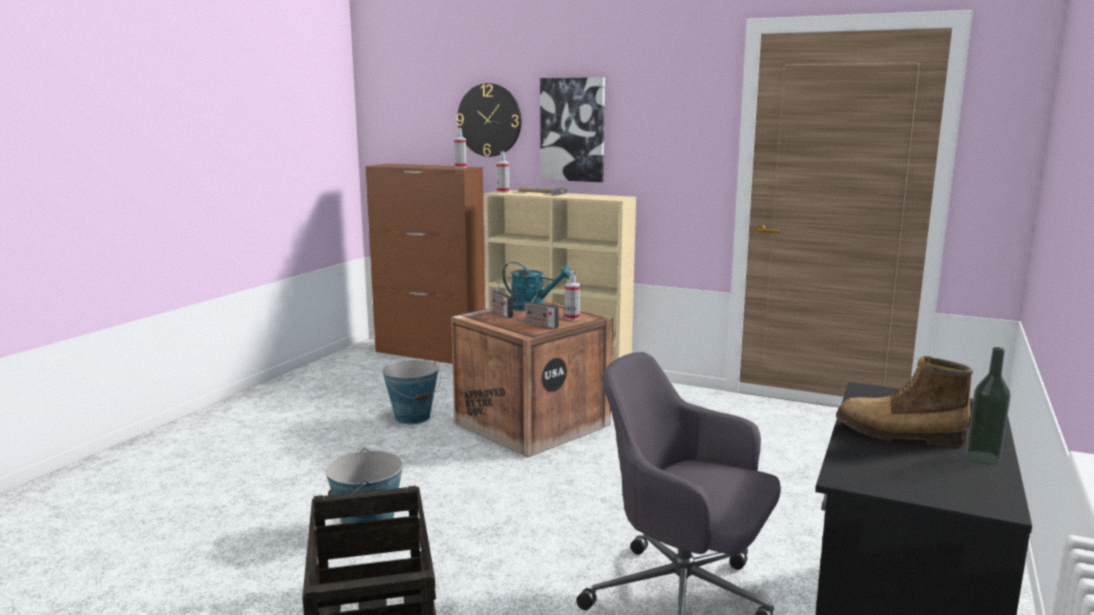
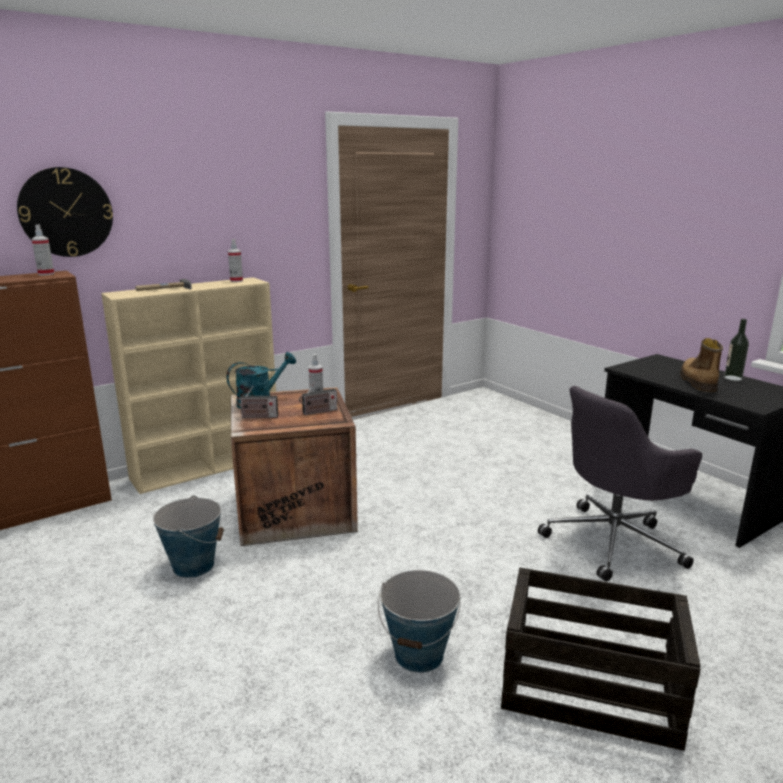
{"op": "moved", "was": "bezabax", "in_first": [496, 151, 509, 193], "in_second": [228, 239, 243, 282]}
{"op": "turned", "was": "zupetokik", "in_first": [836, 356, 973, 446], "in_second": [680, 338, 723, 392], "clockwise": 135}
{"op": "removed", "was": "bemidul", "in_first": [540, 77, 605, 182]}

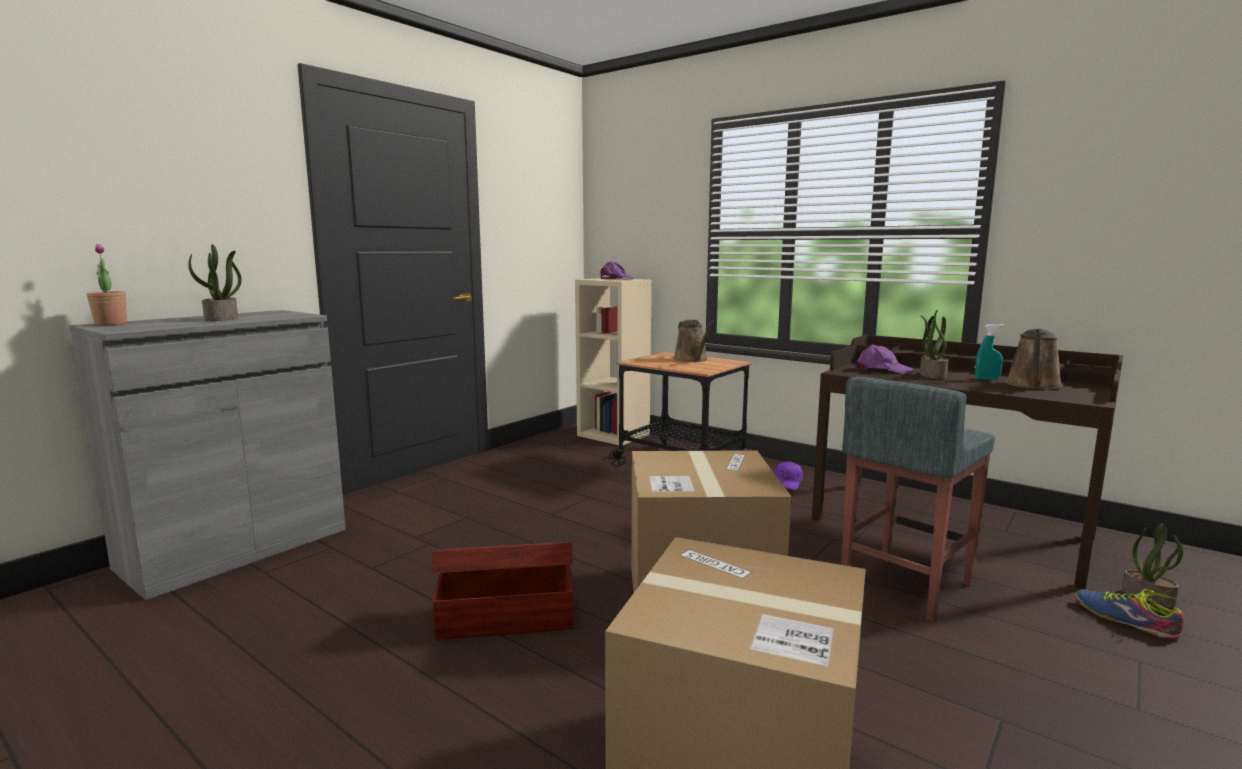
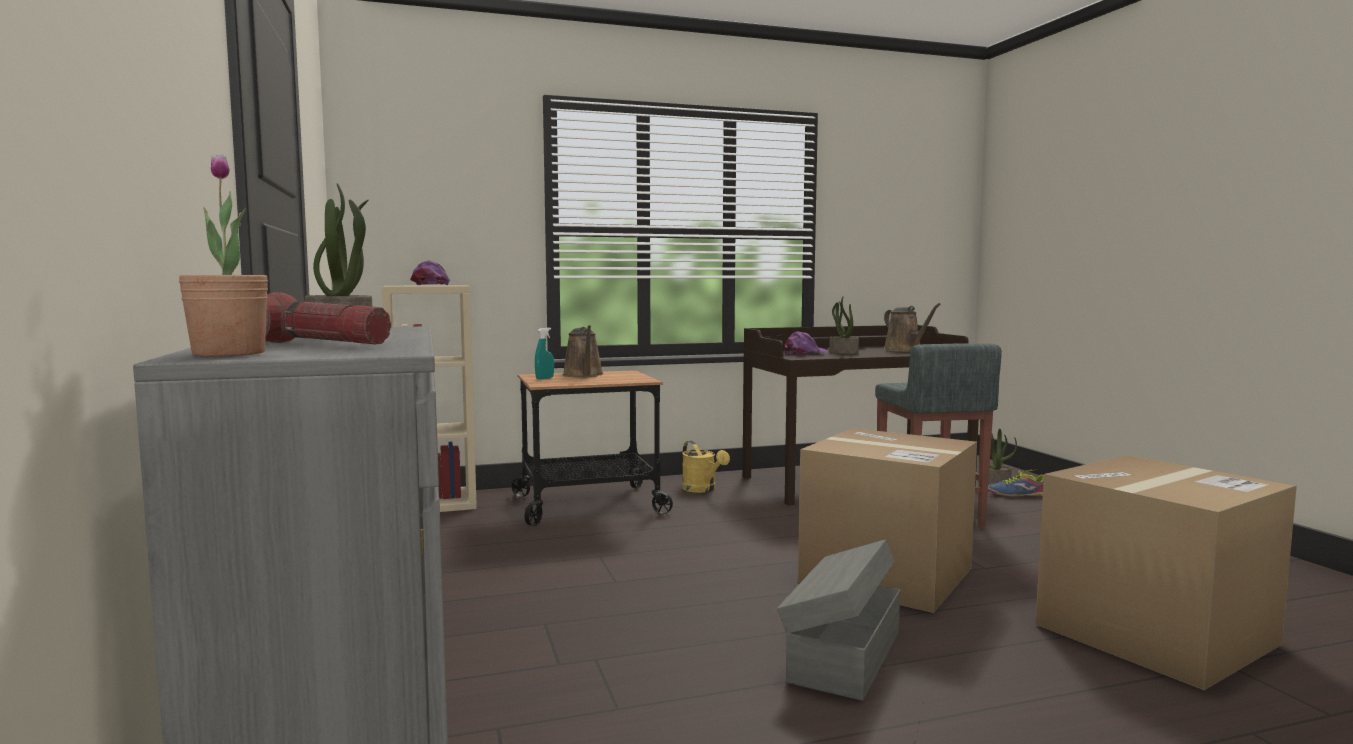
{"op": "added", "now": "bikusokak", "in_second": [265, 292, 391, 344]}
{"op": "moved", "was": "turquoise bezabax", "in_first": [975, 324, 1004, 380], "in_second": [535, 328, 554, 379]}
{"op": "turned", "was": "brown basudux", "in_first": [674, 320, 714, 362], "in_second": [562, 325, 604, 377], "clockwise": 60}
{"op": "replaced", "was": "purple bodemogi", "now": "yellow basudux", "in_first": [774, 461, 803, 490], "in_second": [682, 441, 730, 493]}
{"op": "recoloured", "was": "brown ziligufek", "now": "grey ziligufek", "in_first": [432, 542, 574, 640], "in_second": [777, 539, 900, 701]}

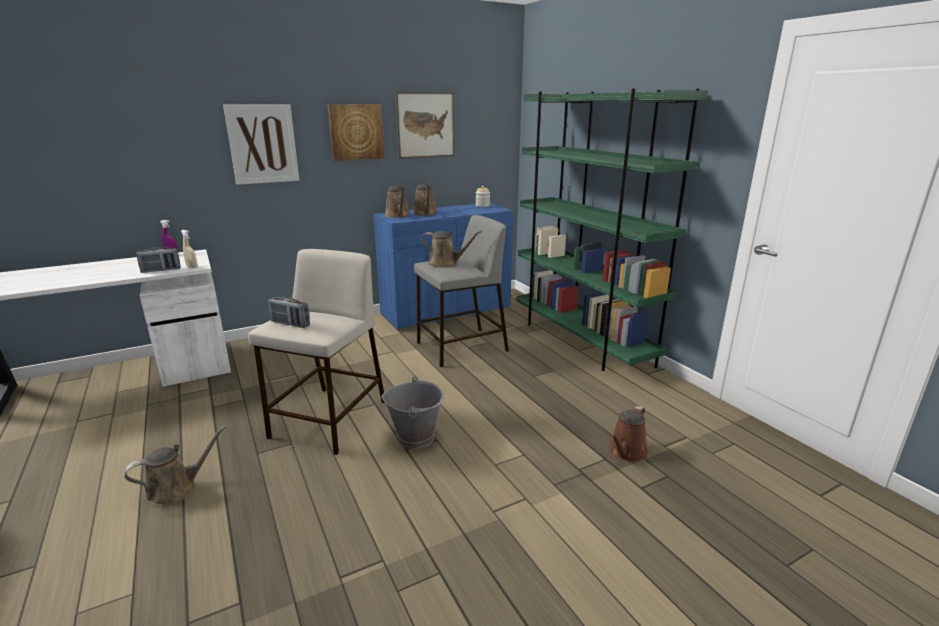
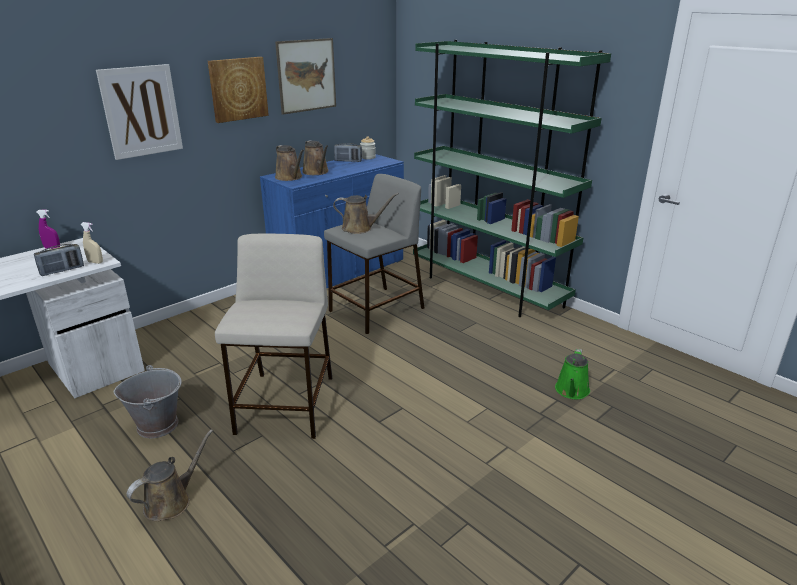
{"op": "moved", "was": "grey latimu", "in_first": [381, 376, 444, 449], "in_second": [113, 365, 182, 438]}
{"op": "moved", "was": "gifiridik", "in_first": [268, 297, 310, 328], "in_second": [334, 143, 362, 162]}
{"op": "recoloured", "was": "brown basudux", "now": "green basudux", "in_first": [609, 406, 648, 462], "in_second": [555, 349, 590, 399]}

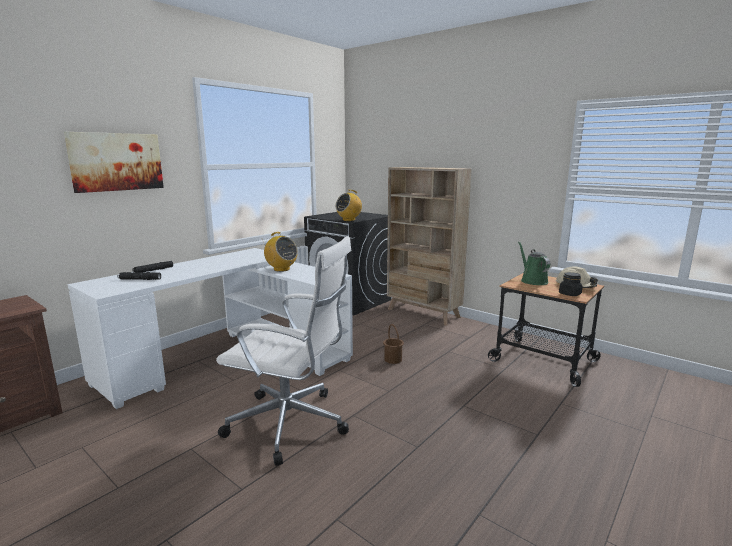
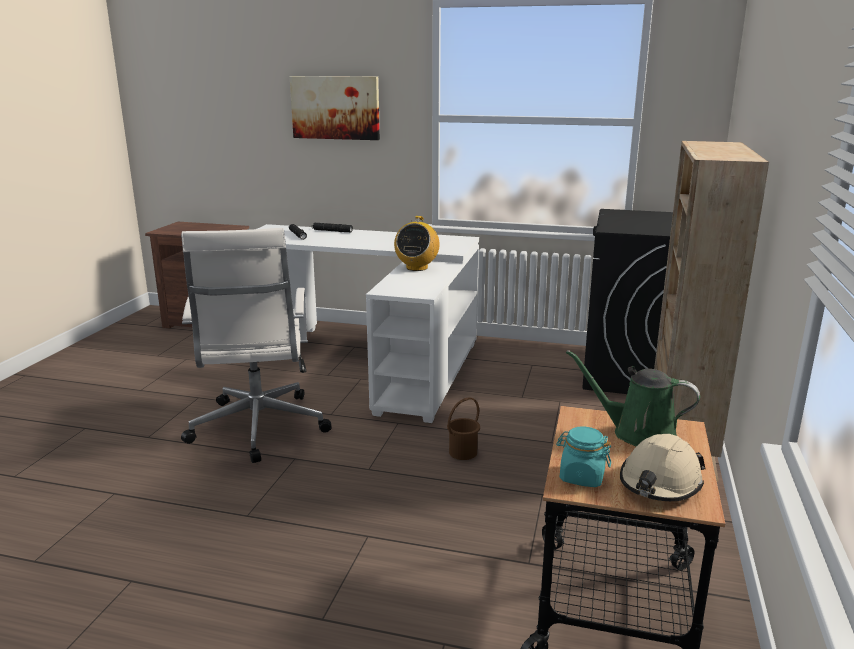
{"op": "recoloured", "was": "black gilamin", "now": "turquoise gilamin", "in_first": [559, 272, 583, 296], "in_second": [556, 426, 611, 487]}
{"op": "turned", "was": "green basudux", "in_first": [518, 241, 550, 285], "in_second": [566, 350, 700, 446], "clockwise": -120}
{"op": "removed", "was": "gifiridik", "in_first": [335, 190, 362, 221]}

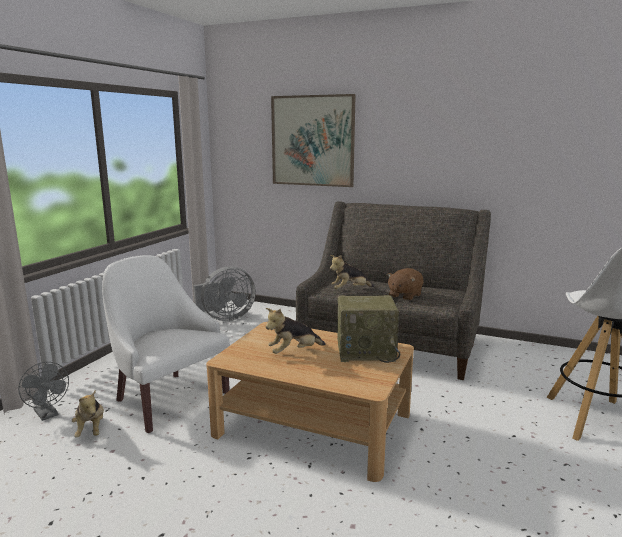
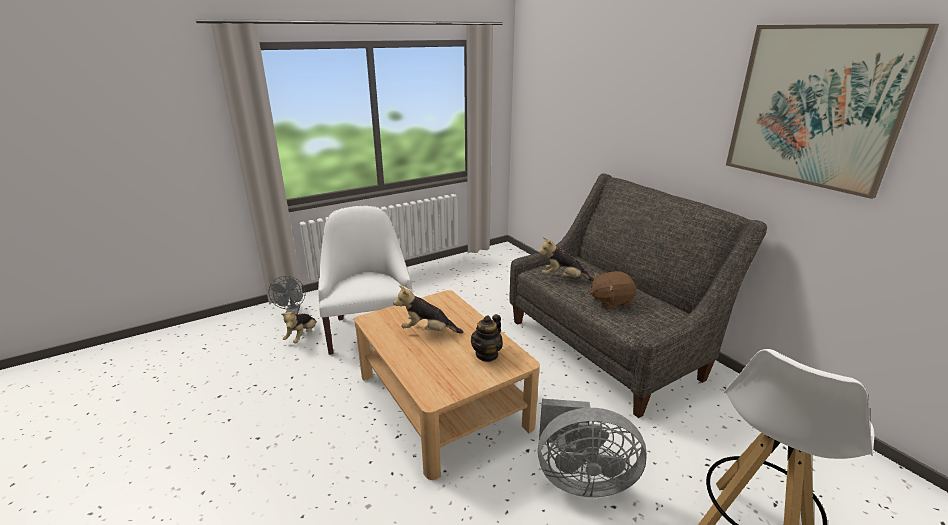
{"op": "replaced", "was": "gifiridik", "now": "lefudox", "in_first": [337, 295, 400, 363], "in_second": [471, 314, 503, 362]}
{"op": "moved", "was": "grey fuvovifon", "in_first": [193, 266, 256, 321], "in_second": [538, 399, 647, 497]}
{"op": "moved", "was": "bemidul", "in_first": [271, 94, 356, 187], "in_second": [726, 24, 939, 199]}

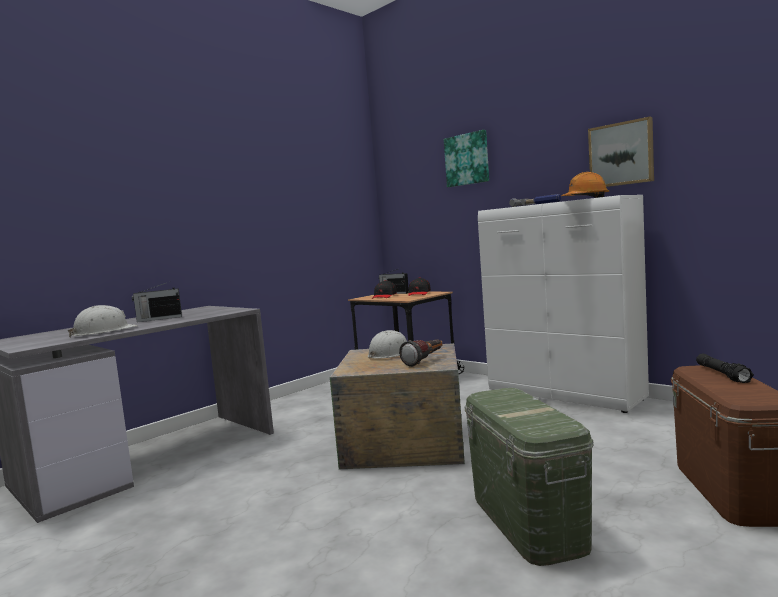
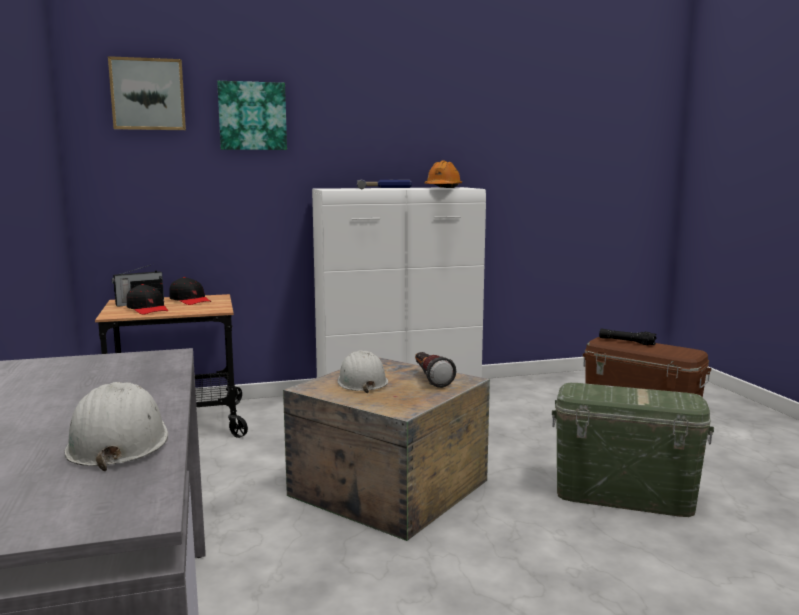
{"op": "moved", "was": "bemidul", "in_first": [588, 117, 654, 187], "in_second": [108, 56, 186, 130]}
{"op": "removed", "was": "gifiridik", "in_first": [132, 283, 182, 322]}

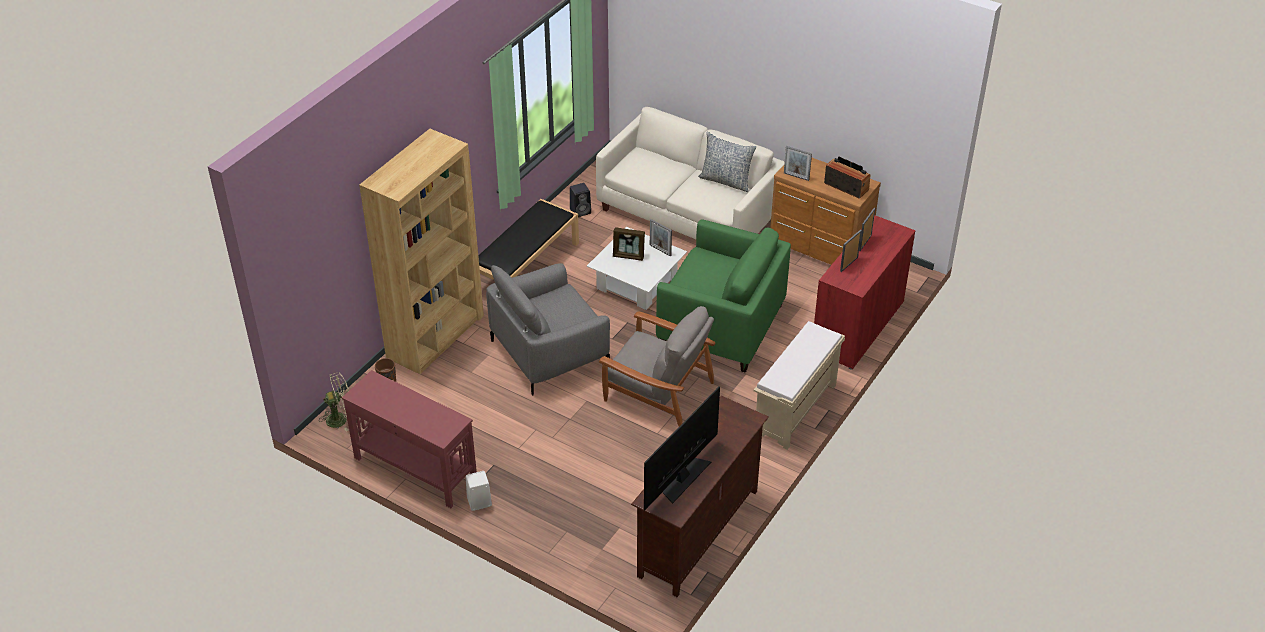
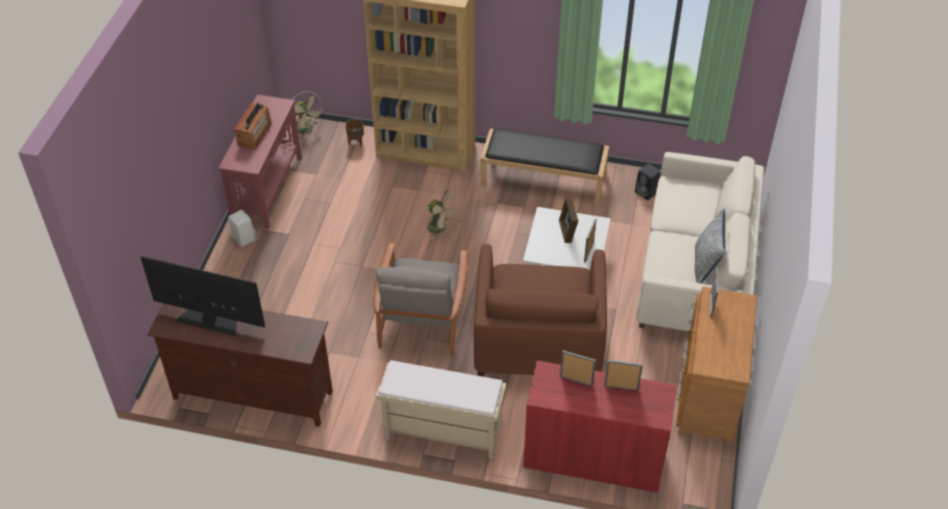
{"op": "moved", "was": "gifiridik", "in_first": [824, 156, 870, 198], "in_second": [234, 102, 272, 150]}
{"op": "replaced", "was": "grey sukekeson", "now": "beige fuvovifon", "in_first": [486, 263, 610, 395], "in_second": [426, 188, 459, 240]}
{"op": "recoloured", "was": "green sukekeson", "now": "brown sukekeson", "in_first": [656, 219, 791, 373], "in_second": [474, 244, 607, 377]}

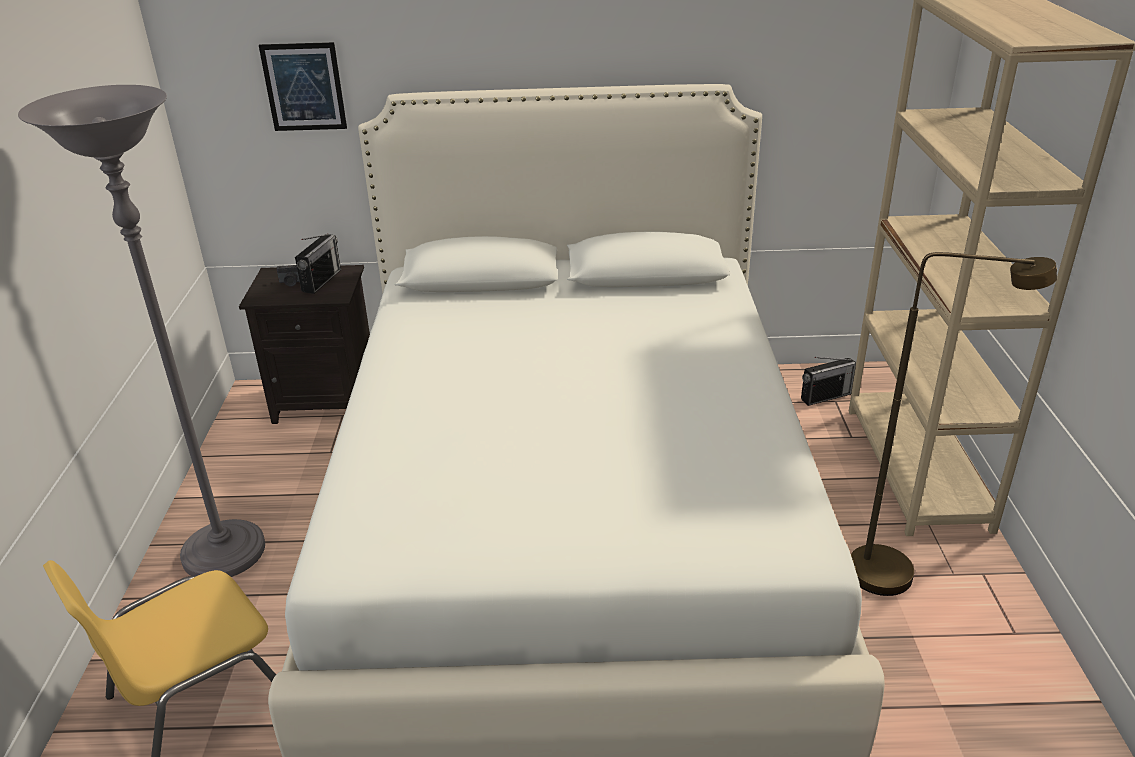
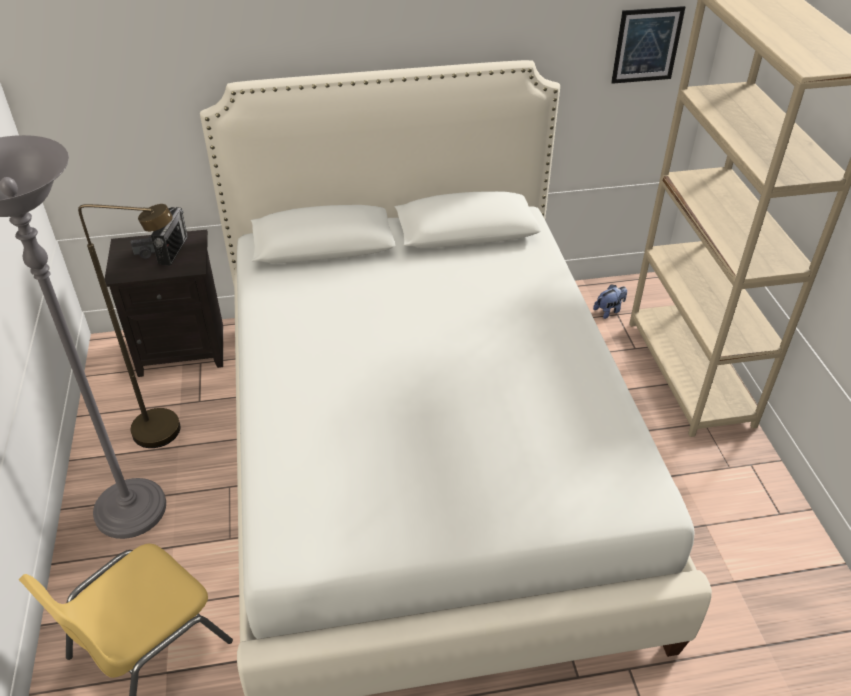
{"op": "moved", "was": "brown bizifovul", "in_first": [851, 252, 1057, 596], "in_second": [78, 204, 180, 448]}
{"op": "replaced", "was": "gifiridik", "now": "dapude", "in_first": [801, 357, 856, 406], "in_second": [593, 284, 627, 319]}
{"op": "moved", "was": "bemidul", "in_first": [259, 42, 347, 131], "in_second": [611, 6, 685, 84]}

